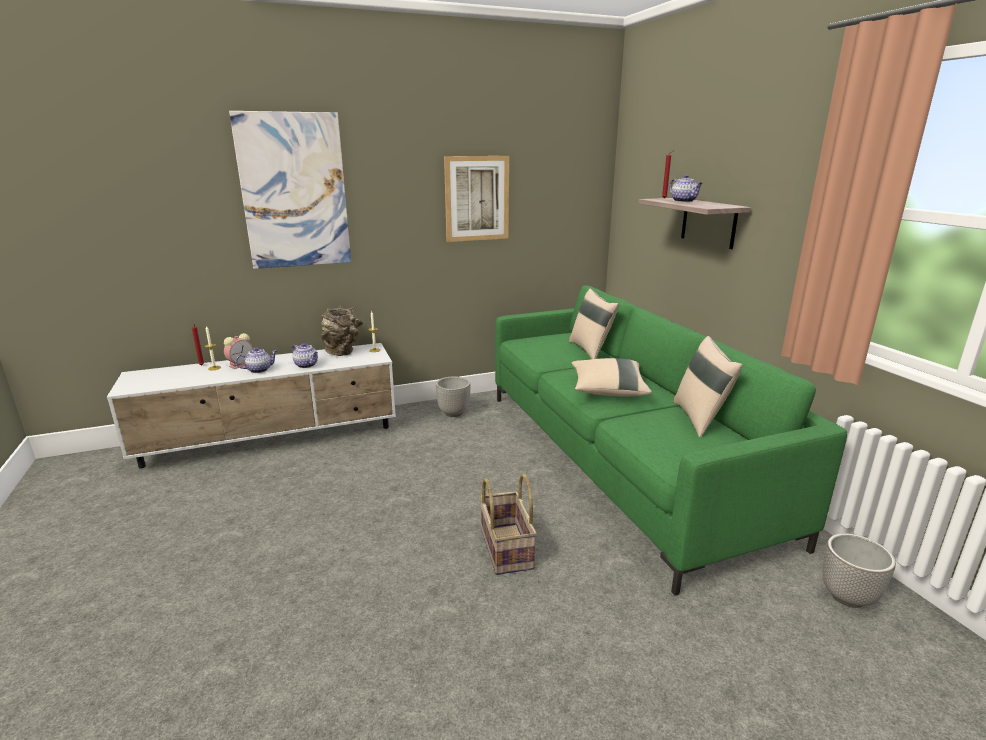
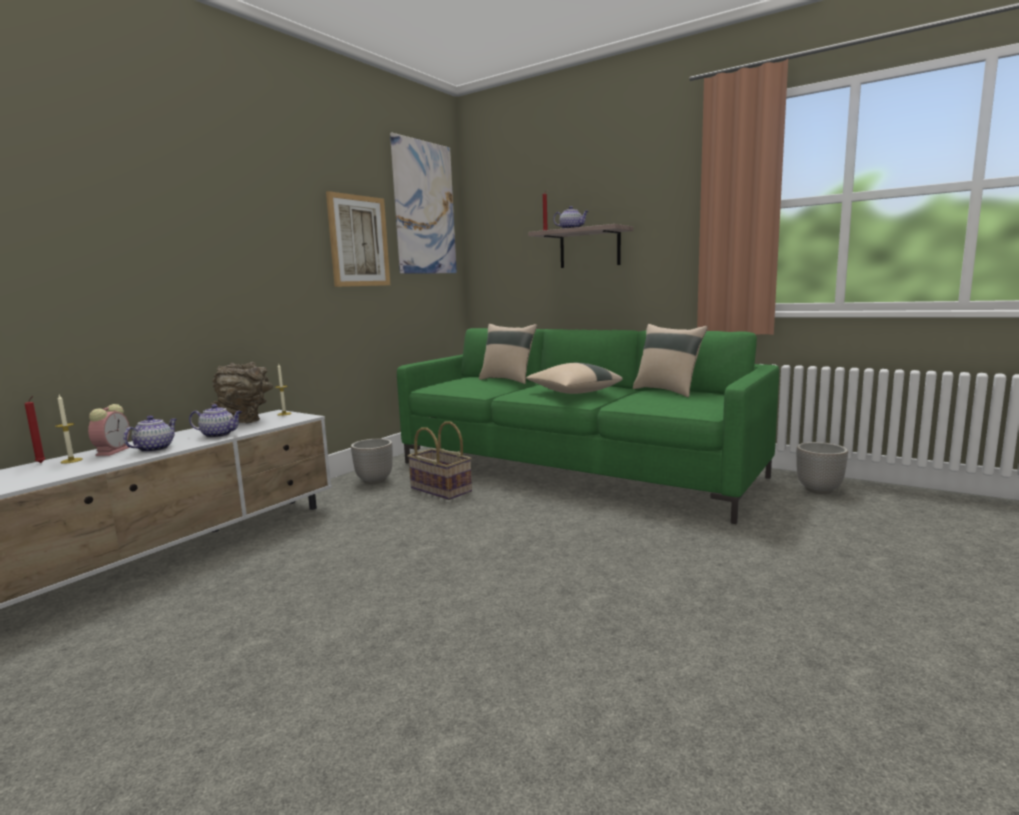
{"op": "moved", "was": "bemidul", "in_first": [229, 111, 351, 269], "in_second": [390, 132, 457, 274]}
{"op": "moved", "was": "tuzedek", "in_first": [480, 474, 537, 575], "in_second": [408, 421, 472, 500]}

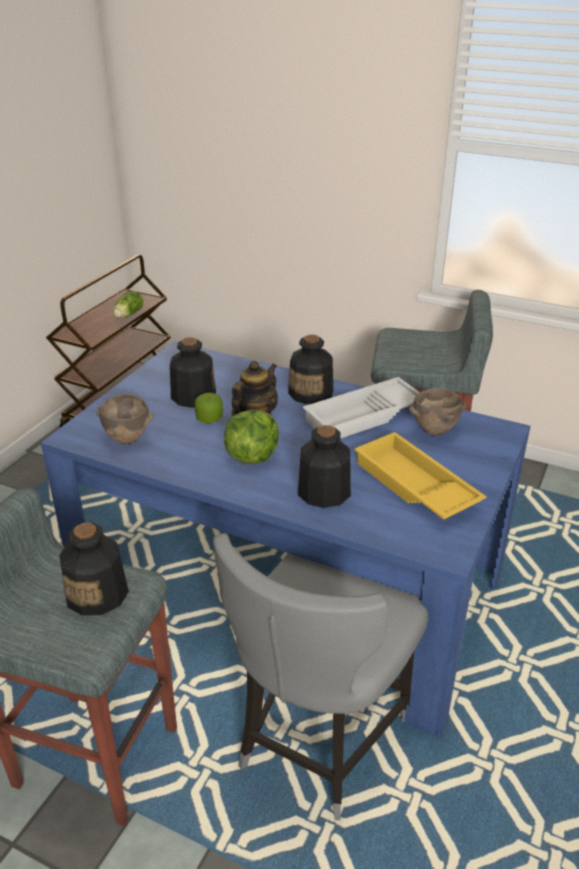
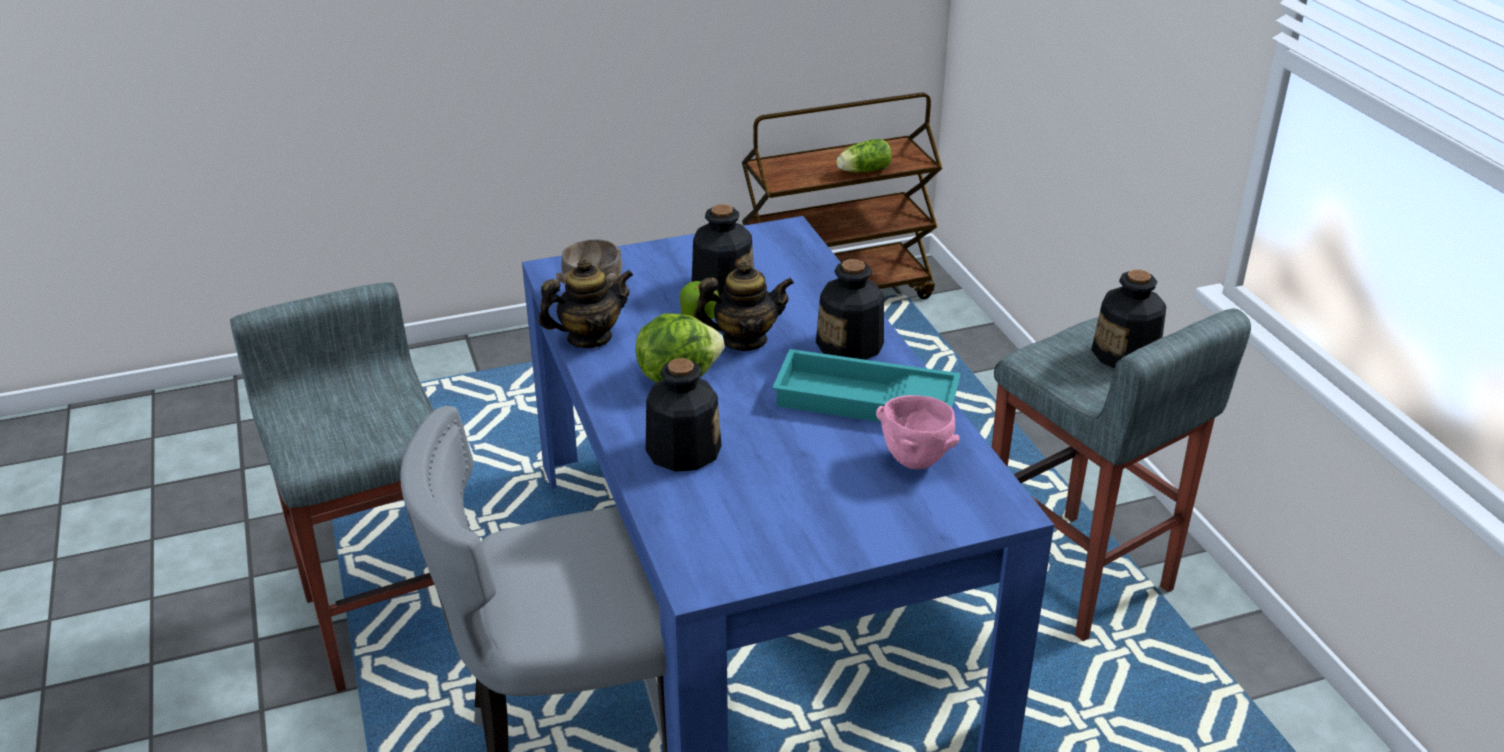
{"op": "added", "now": "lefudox", "in_second": [538, 258, 633, 348]}
{"op": "recoloured", "was": "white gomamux", "now": "turquoise gomamux", "in_first": [303, 377, 420, 438], "in_second": [772, 349, 961, 422]}
{"op": "recoloured", "was": "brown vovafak", "now": "pink vovafak", "in_first": [409, 388, 466, 436], "in_second": [876, 395, 959, 469]}
{"op": "moved", "was": "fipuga", "in_first": [59, 523, 129, 616], "in_second": [1091, 269, 1166, 368]}
{"op": "removed", "was": "yellow gomamux", "in_first": [354, 432, 487, 520]}

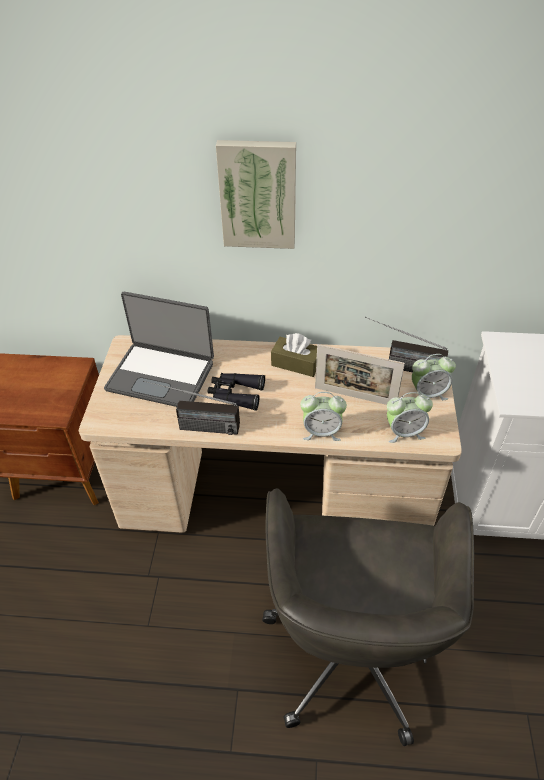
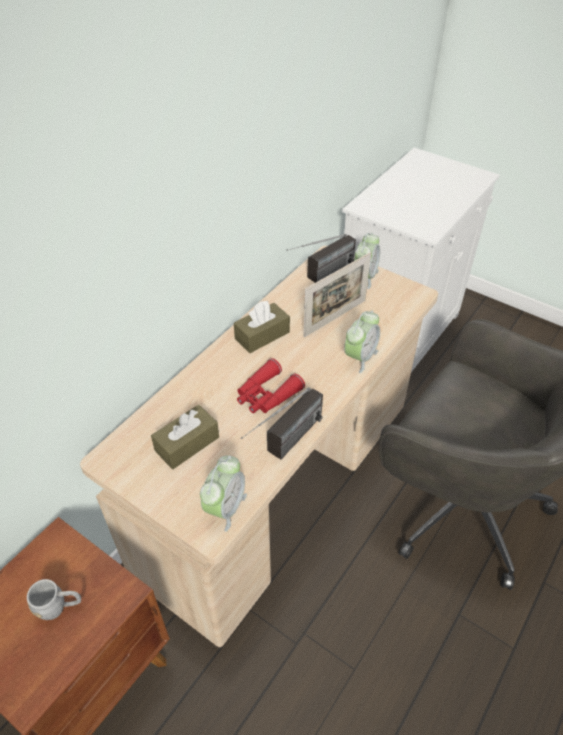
{"op": "added", "now": "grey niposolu", "in_second": [27, 579, 81, 620]}
{"op": "replaced", "was": "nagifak", "now": "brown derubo", "in_first": [104, 292, 214, 407], "in_second": [151, 405, 219, 469]}
{"op": "moved", "was": "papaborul", "in_first": [387, 392, 433, 443], "in_second": [200, 456, 247, 532]}
{"op": "recoloured", "was": "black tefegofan", "now": "red tefegofan", "in_first": [208, 373, 265, 411], "in_second": [237, 358, 305, 413]}
{"op": "removed", "was": "bemidul", "in_first": [216, 140, 296, 249]}

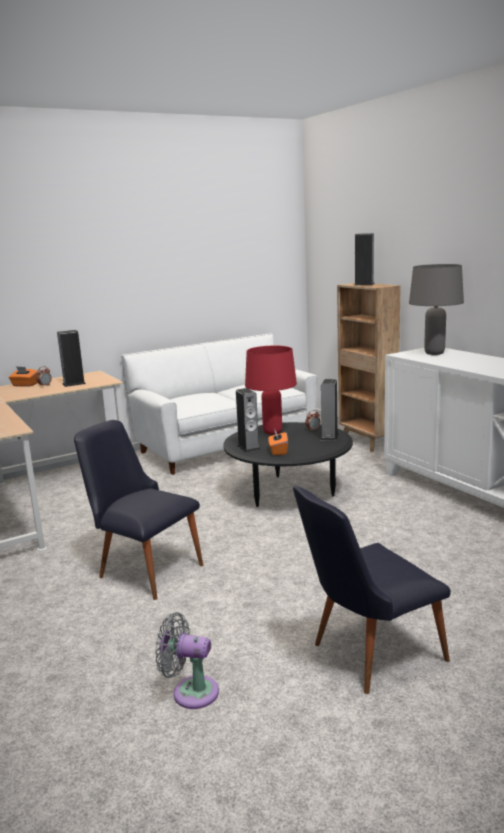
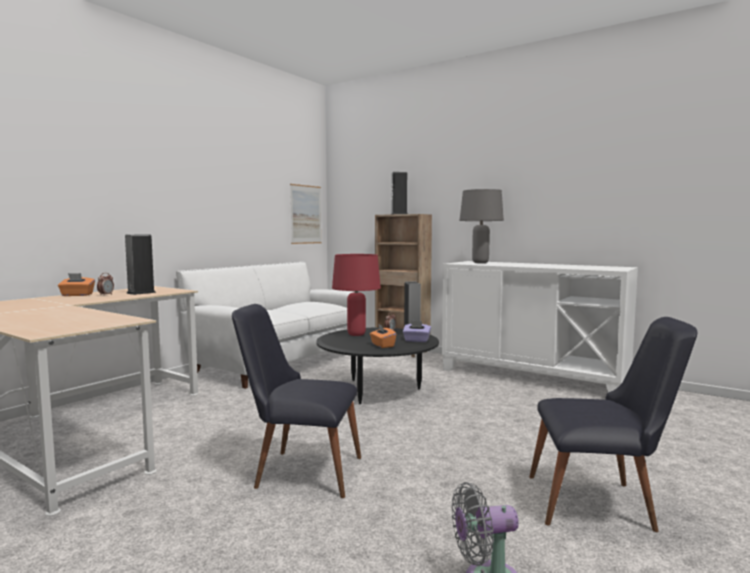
{"op": "added", "now": "bemidul", "in_second": [290, 184, 322, 244]}
{"op": "added", "now": "purple derubo", "in_second": [403, 321, 431, 342]}
{"op": "turned", "was": "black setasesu", "in_first": [293, 486, 451, 694], "in_second": [529, 317, 697, 532], "clockwise": -120}
{"op": "removed", "was": "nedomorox", "in_first": [236, 388, 260, 453]}

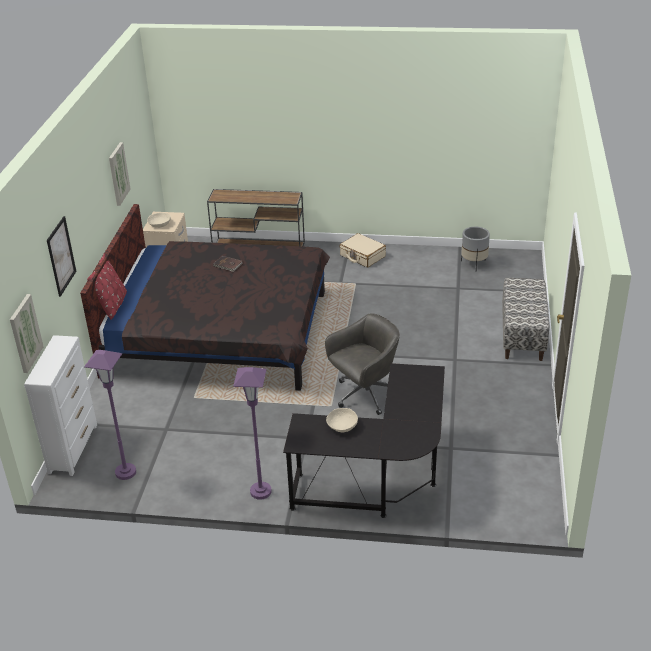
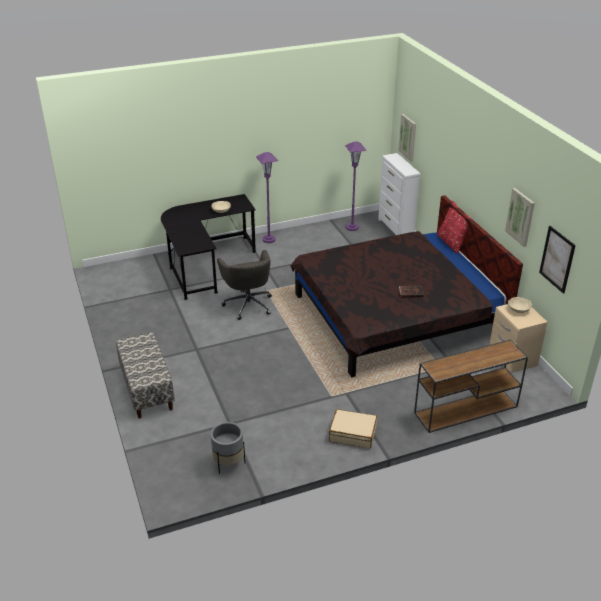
{"op": "turned", "was": "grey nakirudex", "in_first": [325, 313, 400, 415], "in_second": [217, 250, 272, 320], "clockwise": -45}
{"op": "moved", "was": "bemidul", "in_first": [47, 216, 76, 297], "in_second": [539, 226, 576, 294]}

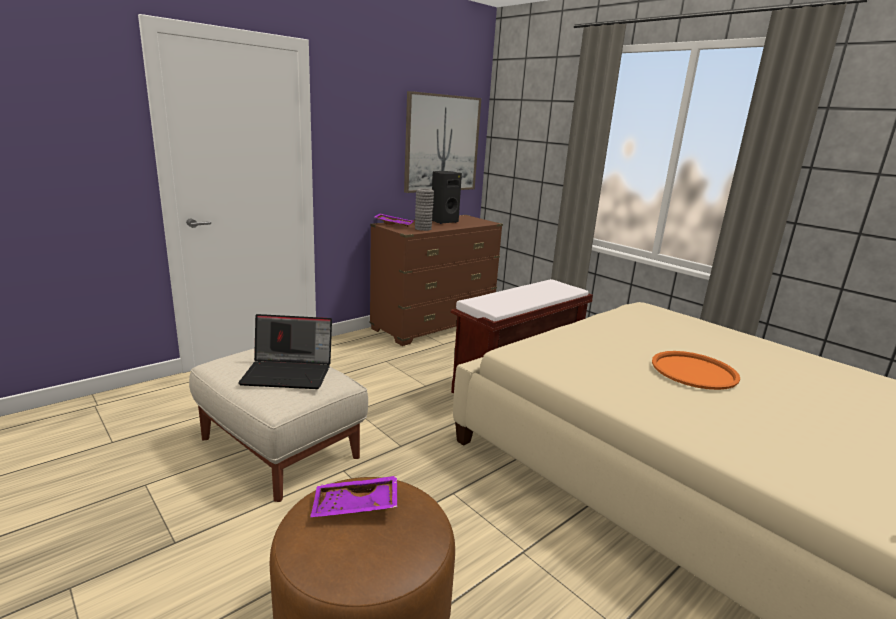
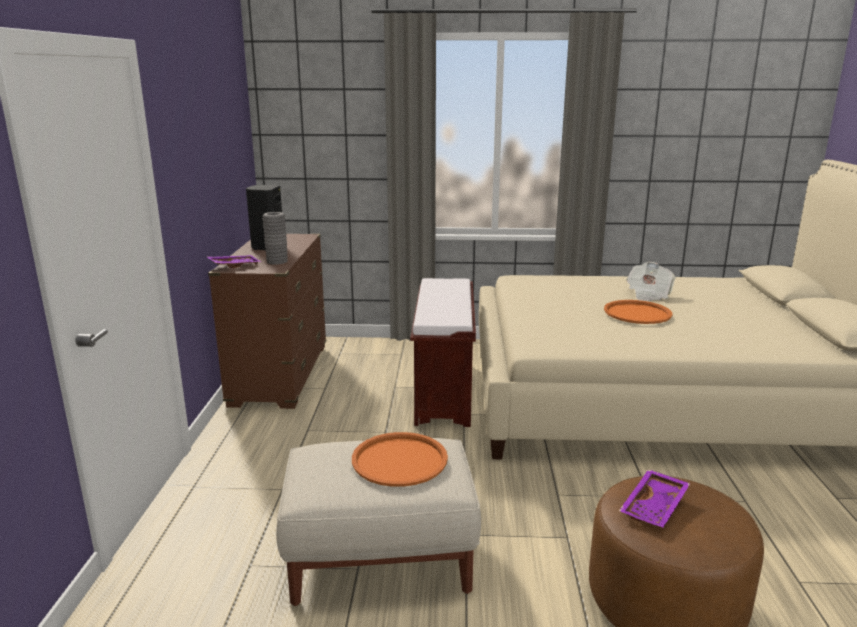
{"op": "replaced", "was": "nagifak", "now": "orange gomamux", "in_first": [238, 314, 332, 389], "in_second": [352, 432, 448, 487]}
{"op": "added", "now": "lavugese", "in_second": [626, 262, 676, 301]}
{"op": "removed", "was": "bemidul", "in_first": [404, 91, 481, 193]}

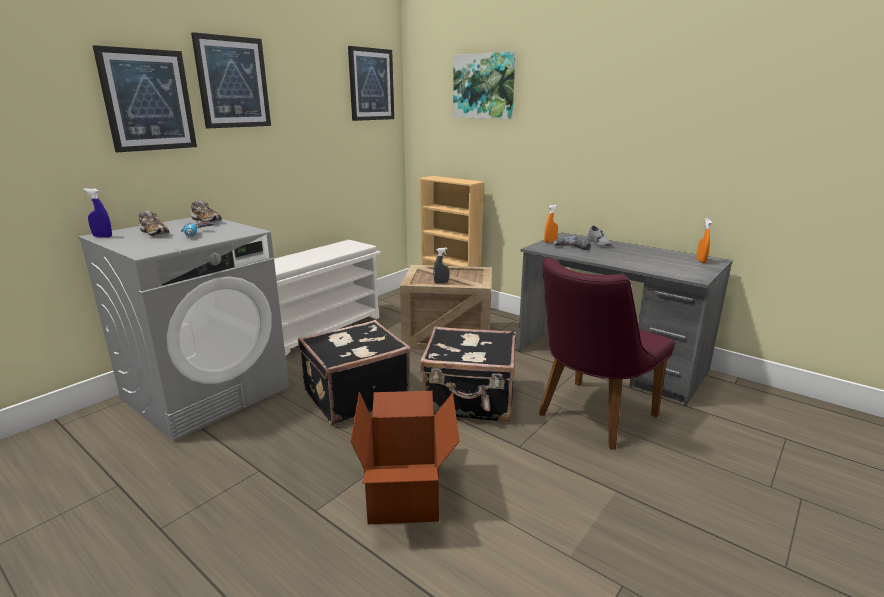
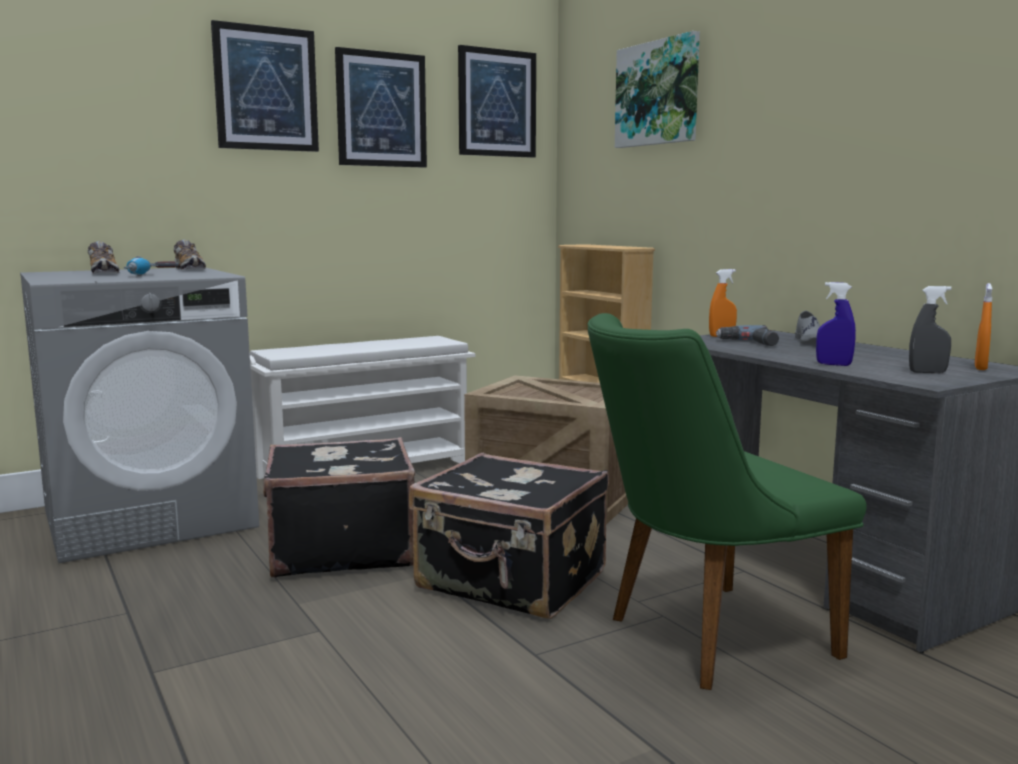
{"op": "moved", "was": "bemidul", "in_first": [93, 45, 197, 152], "in_second": [335, 47, 427, 168]}
{"op": "recoloured", "was": "purple setasesu", "now": "green setasesu", "in_first": [539, 257, 675, 449], "in_second": [588, 313, 867, 690]}
{"op": "moved", "was": "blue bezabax", "in_first": [83, 188, 112, 237], "in_second": [816, 282, 856, 366]}
{"op": "moved", "was": "grey bezabax", "in_first": [433, 248, 449, 284], "in_second": [909, 286, 952, 373]}
{"op": "removed", "was": "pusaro", "in_first": [350, 391, 460, 524]}

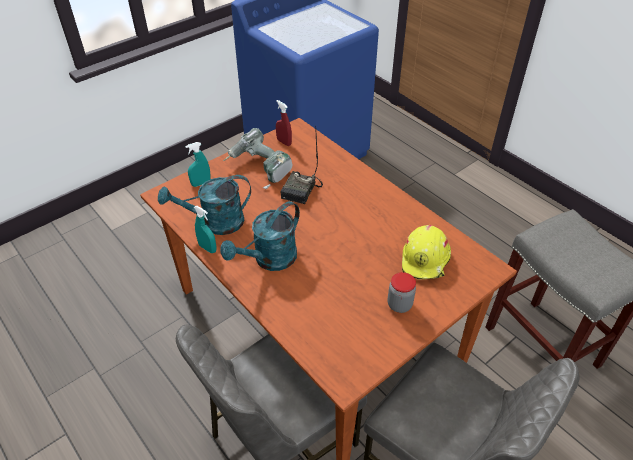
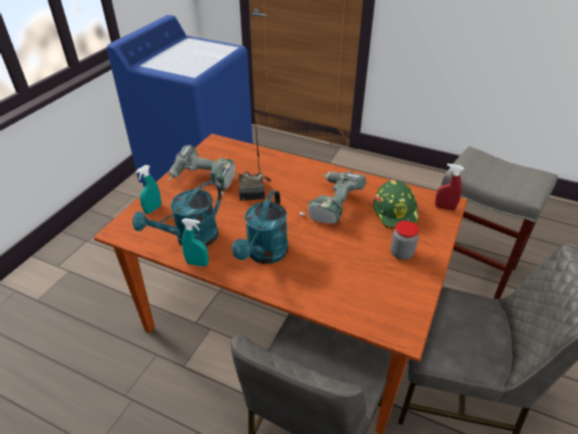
{"op": "added", "now": "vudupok", "in_second": [300, 171, 366, 224]}
{"op": "recoloured", "was": "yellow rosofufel", "now": "green rosofufel", "in_first": [402, 225, 451, 279], "in_second": [373, 180, 419, 228]}
{"op": "moved", "was": "red bezabax", "in_first": [276, 100, 292, 146], "in_second": [435, 164, 464, 211]}

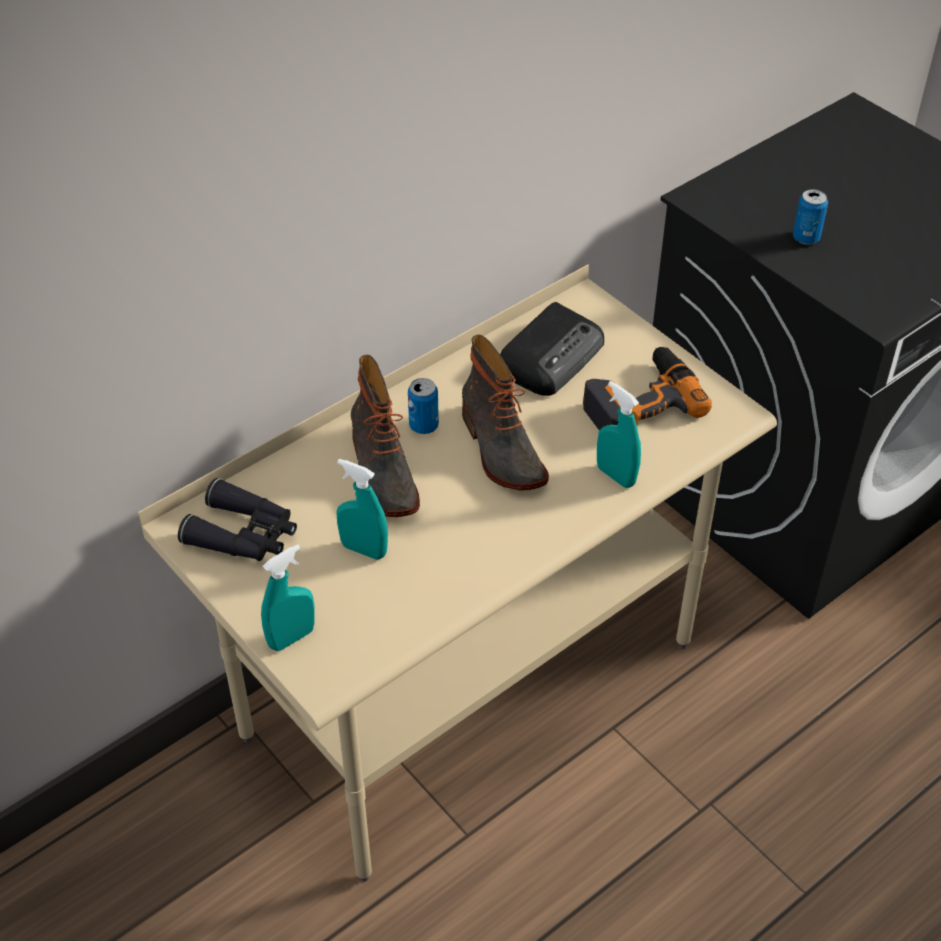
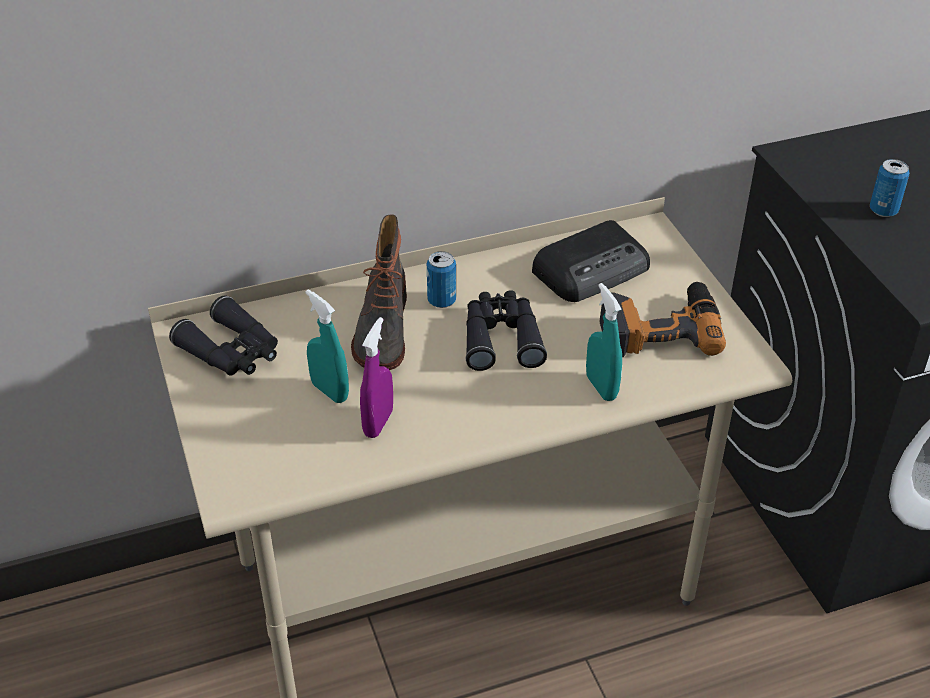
{"op": "added", "now": "purple bezabax", "in_second": [360, 317, 393, 438]}
{"op": "replaced", "was": "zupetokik", "now": "black tefegofan", "in_first": [462, 335, 549, 491], "in_second": [466, 290, 547, 371]}
{"op": "removed", "was": "turquoise bezabax", "in_first": [261, 544, 315, 651]}

